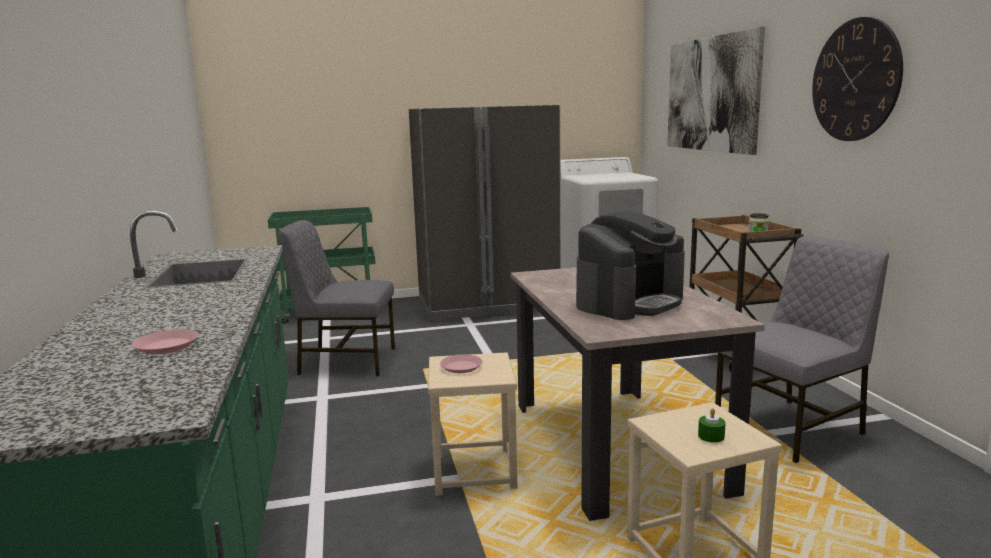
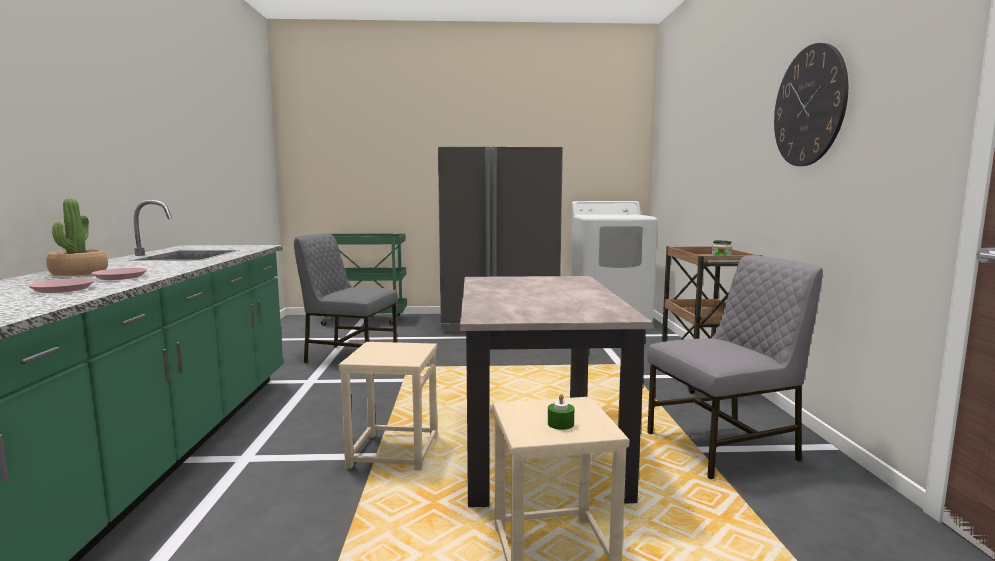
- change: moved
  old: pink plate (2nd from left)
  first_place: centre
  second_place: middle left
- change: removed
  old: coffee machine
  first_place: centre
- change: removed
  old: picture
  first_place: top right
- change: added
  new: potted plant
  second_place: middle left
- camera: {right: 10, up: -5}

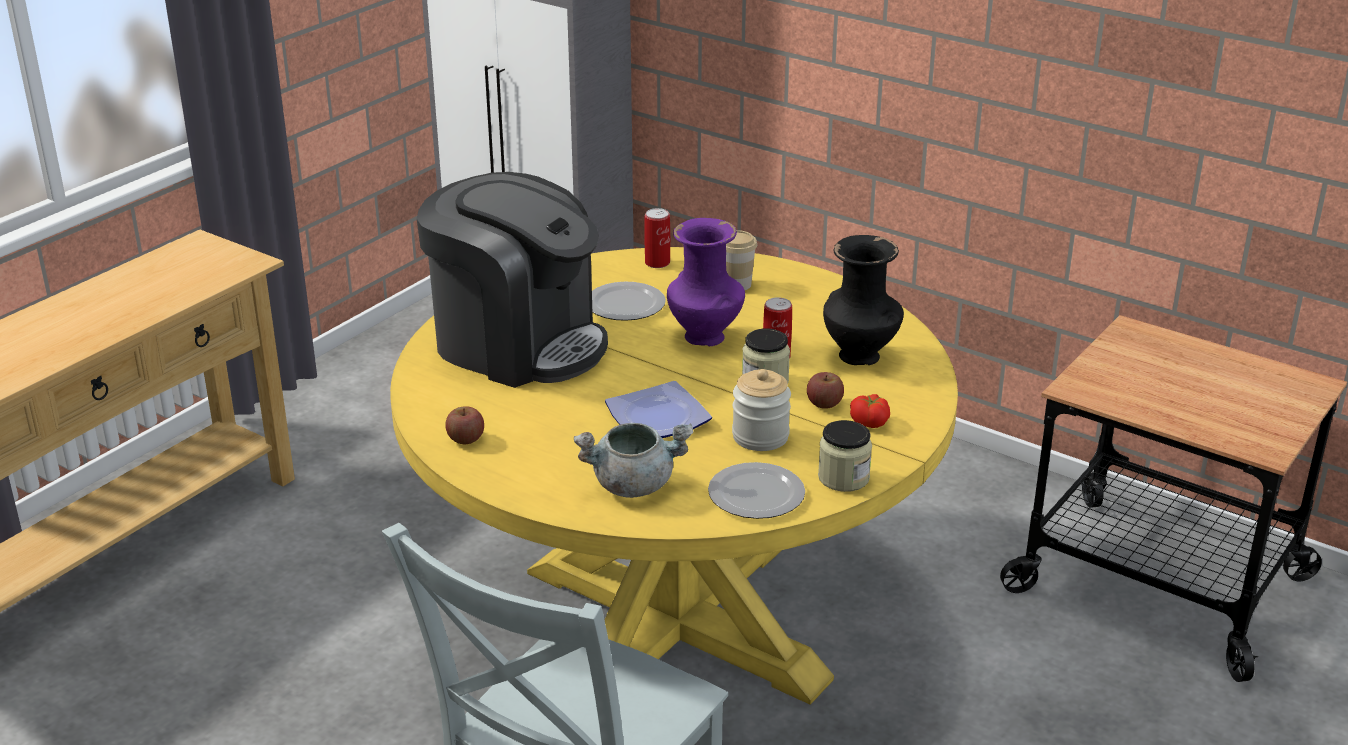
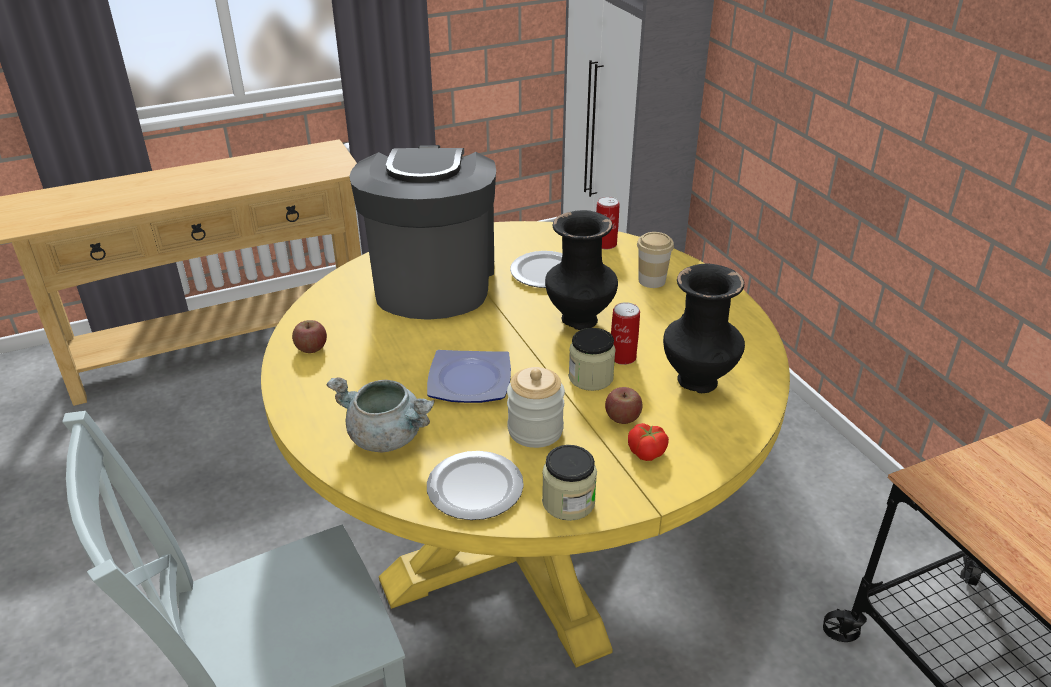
- change: turned
  old: coffee machine
  first_place: centre
  second_place: centre
  degrees: -150
- change: recoloured
  old: purple vase
  new: black vase (1st from left)
  first_place: centre
  second_place: centre
- camera: {right: 30, up: 5}

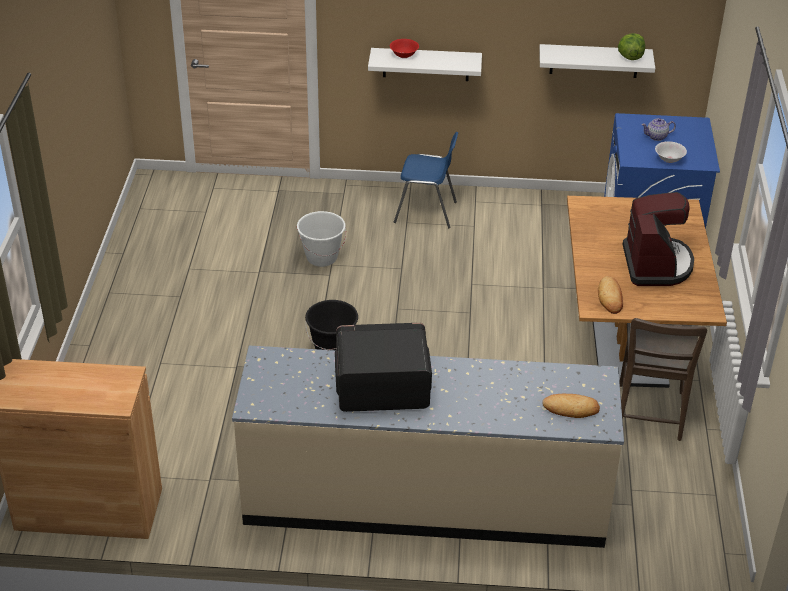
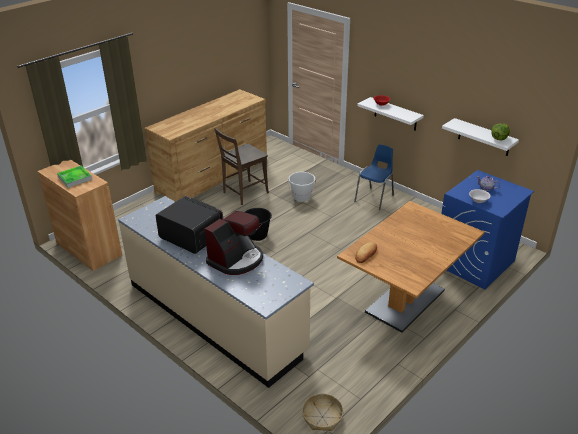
- change: turned
  old: blue chair
  first_place: top centre
  second_place: centre
  degrees: -105
- change: removed
  old: bread (1st from left)
  first_place: bottom right
- change: moved
  old: brown chair
  first_place: middle right
  second_place: centre
- change: moved
  old: coffee machine
  first_place: middle right
  second_place: centre
- change: added
  new: tray
  second_place: middle left
- change: added
  new: brown dresser
  second_place: centre
- change: added
  new: basket
  second_place: bottom centre
- camera: {right: 40, up: -5}

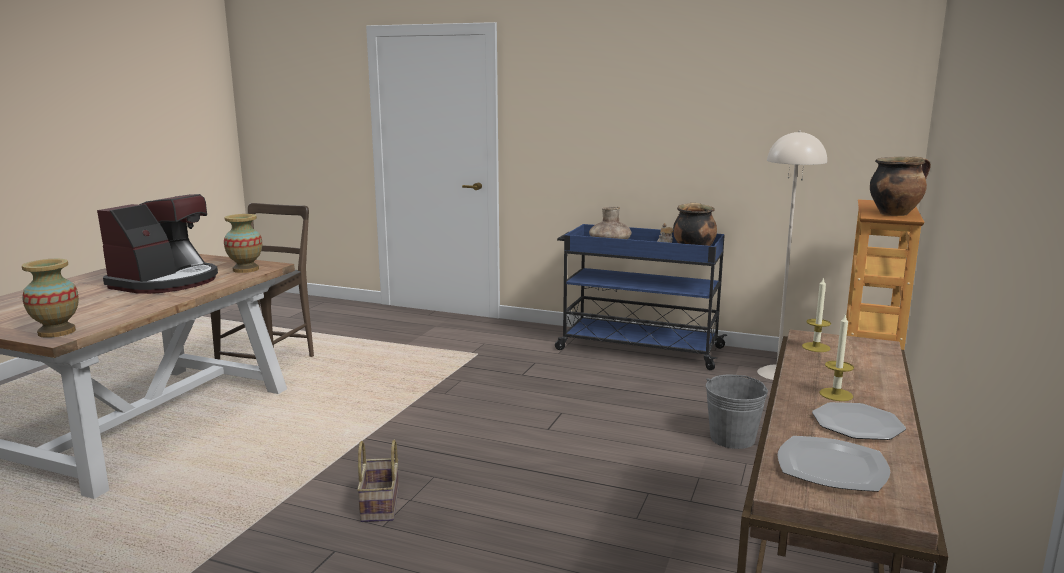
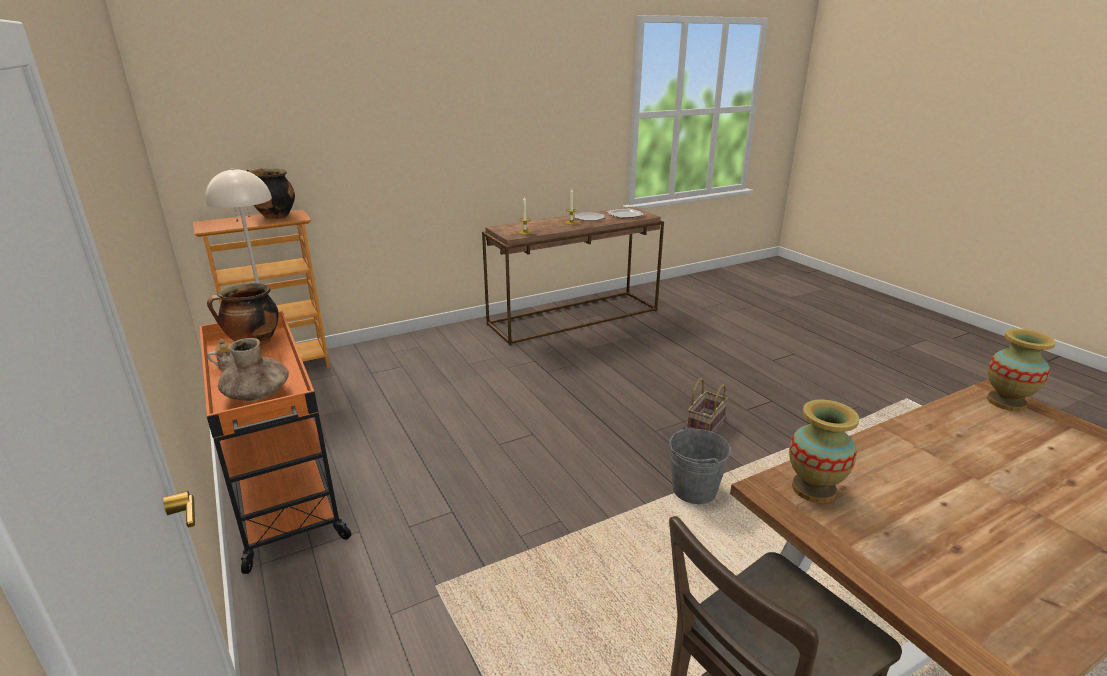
- change: removed
  old: coffee machine
  first_place: middle left
- change: recoloured
  old: blue cart
  new: orange cart
  first_place: centre
  second_place: middle left
- change: moved
  old: grey bucket
  first_place: bottom right
  second_place: bottom centre
- camera: {right: -140, up: 10}

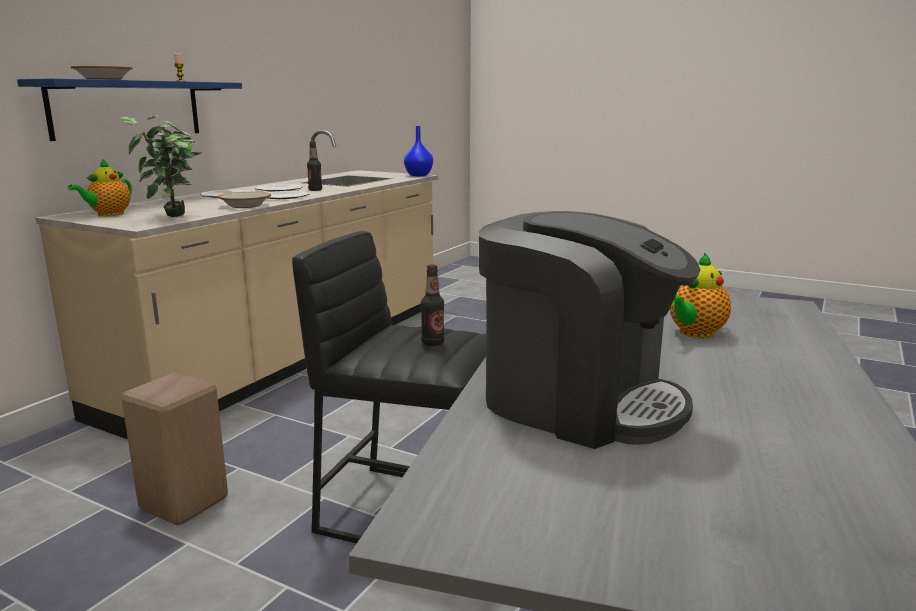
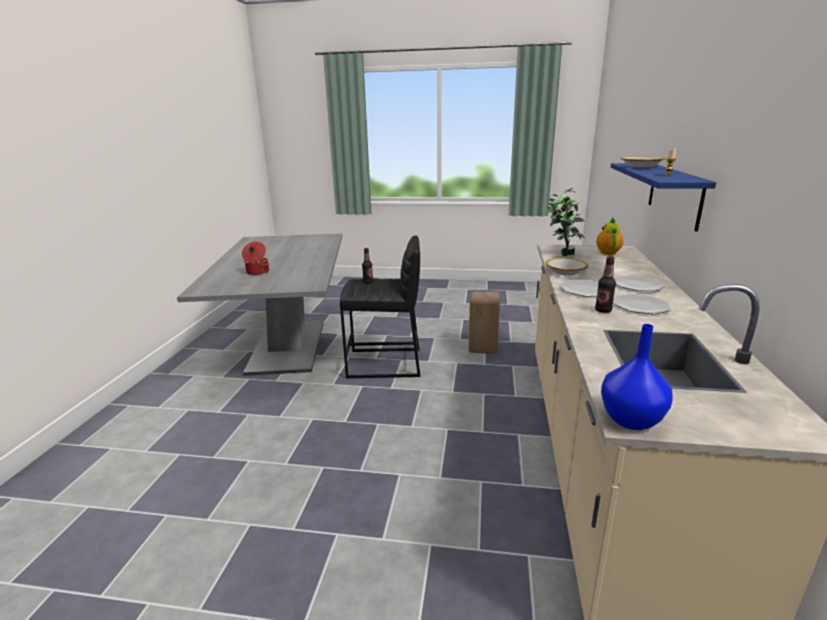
- change: removed
  old: coffee machine
  first_place: centre
- change: replaced
  old: teapot (2nd from left)
  new: cooking pot
  first_place: middle right
  second_place: middle left
- camera: {right: 160, up: 5}

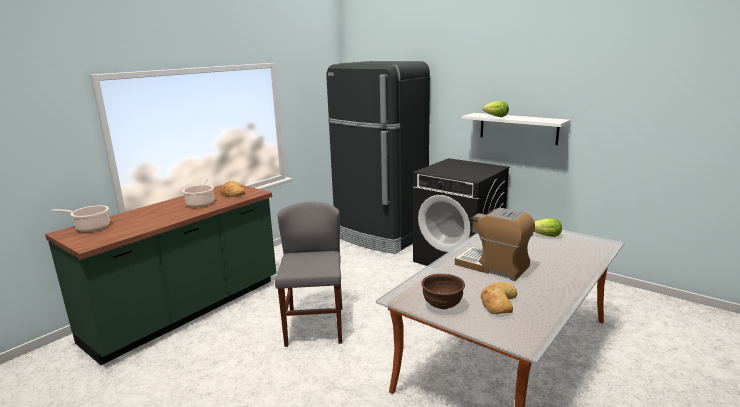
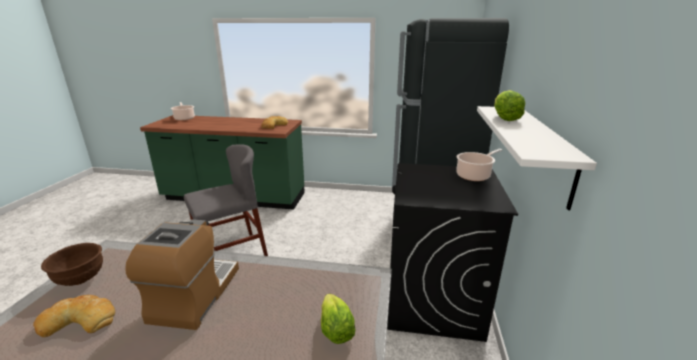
- change: moved
  old: cooking pot (2nd from left)
  first_place: middle left
  second_place: middle right
- camera: {right: 60, up: 5}

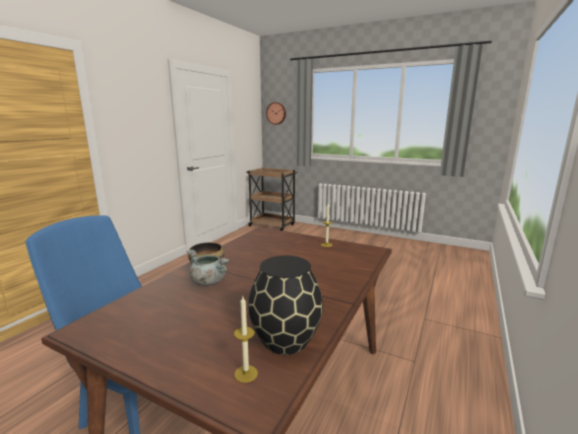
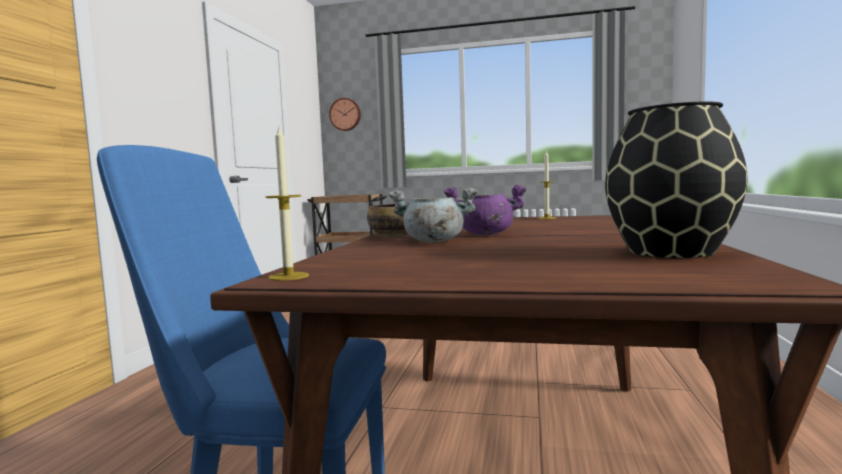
- change: moved
  old: candle (1st from left)
  first_place: bottom centre
  second_place: centre
- change: added
  new: purple cooking pot
  second_place: centre
- camera: {right: -15, up: -10}

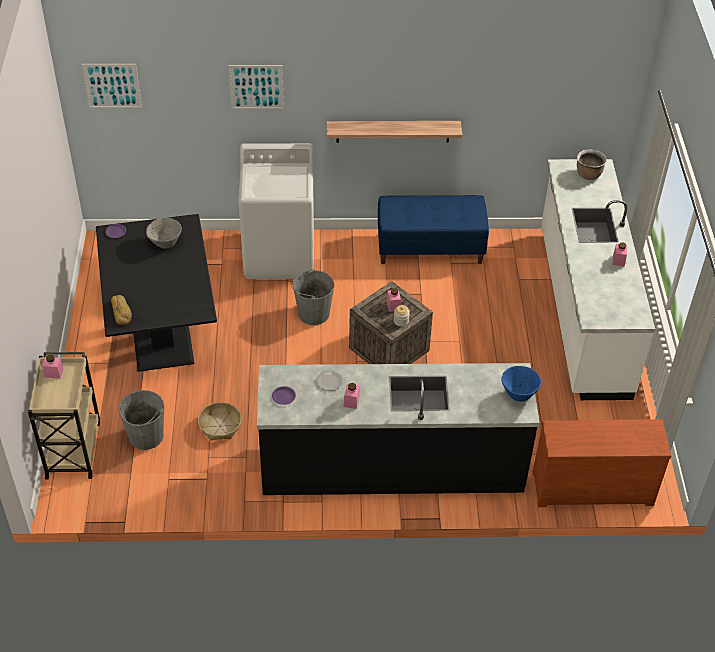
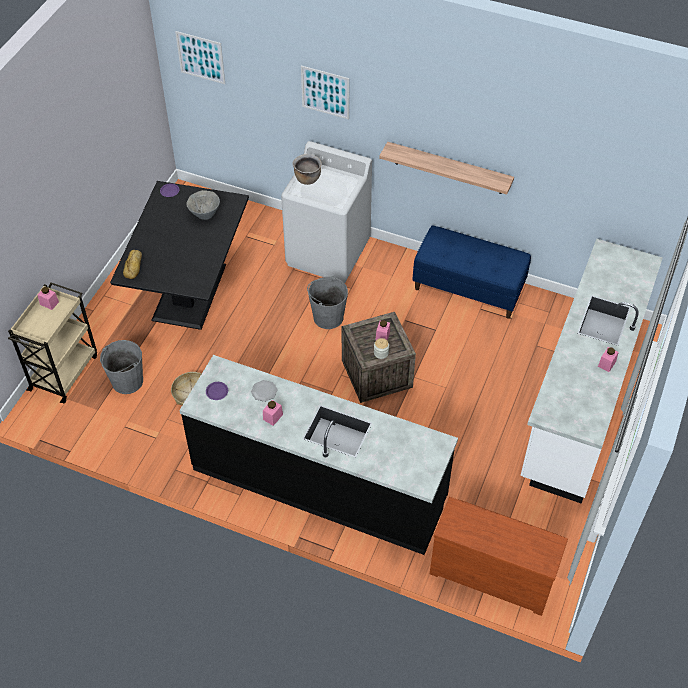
- change: removed
  old: blue bowl
  first_place: middle right
- change: moved
  old: brown cooking pot
  first_place: top right
  second_place: top centre
- camera: {right: 25, up: 5}

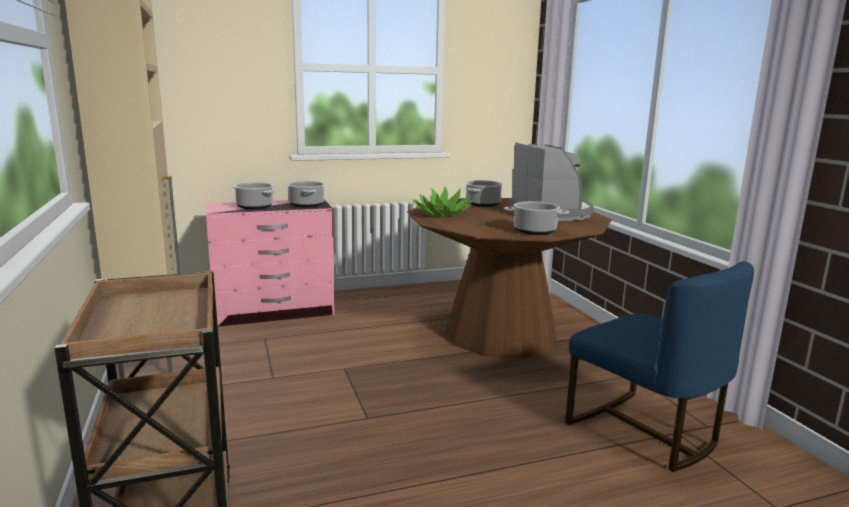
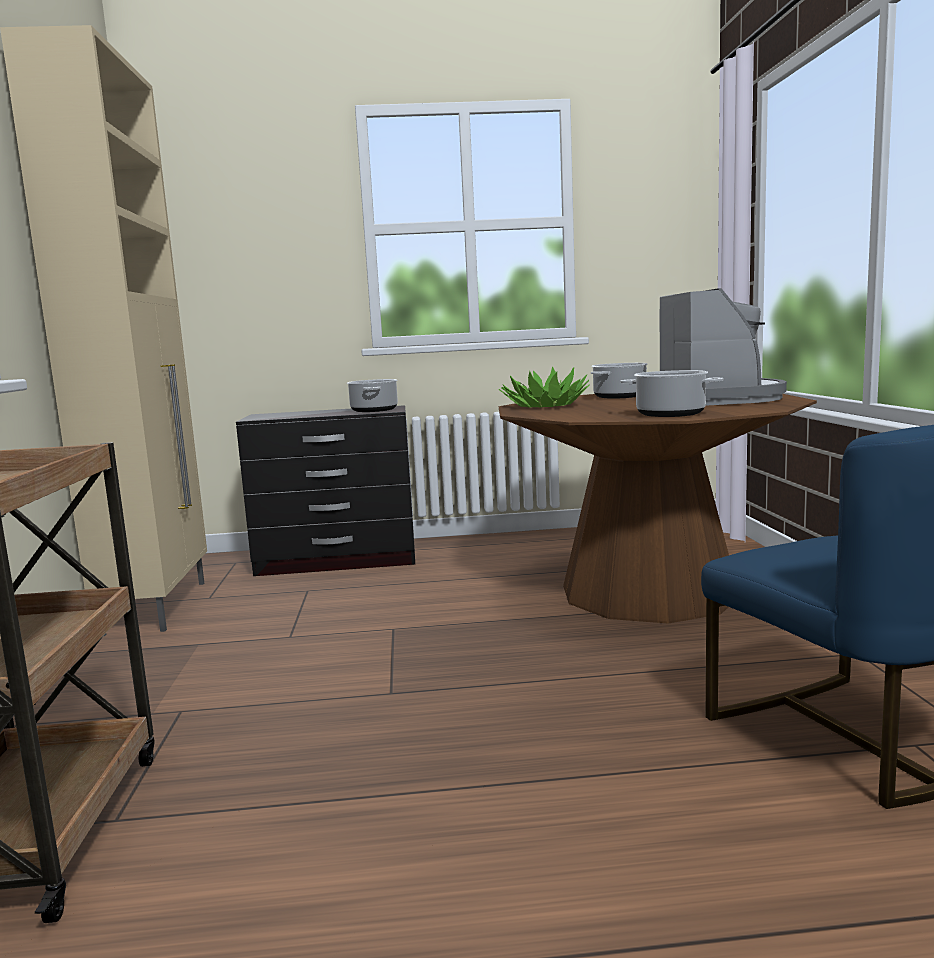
- change: recoloured
  old: pink dresser
  new: black dresser
  first_place: middle left
  second_place: centre
- change: removed
  old: cooking pot (1st from left)
  first_place: middle left
- camera: {right: 15, up: -5}

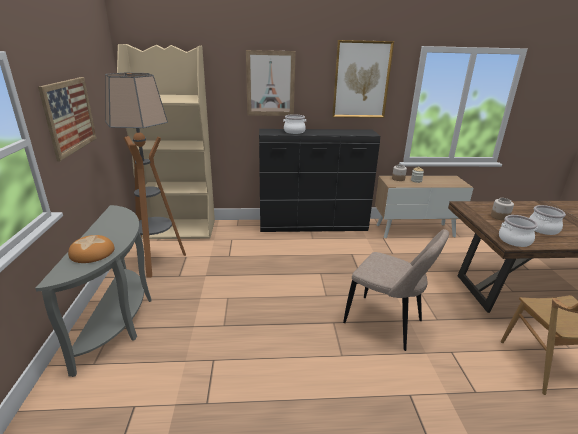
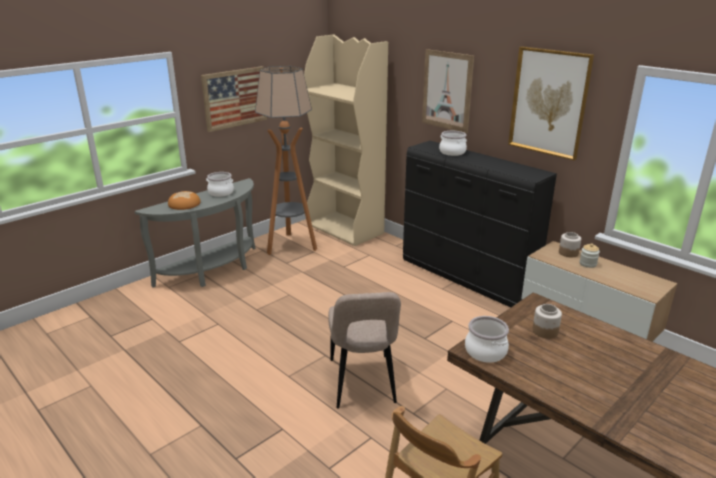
- change: moved
  old: cooking pot (3rd from left in the first image)
  new: cooking pot (1st from left)
  first_place: middle right
  second_place: middle left
- camera: {right: 50, up: 0}

